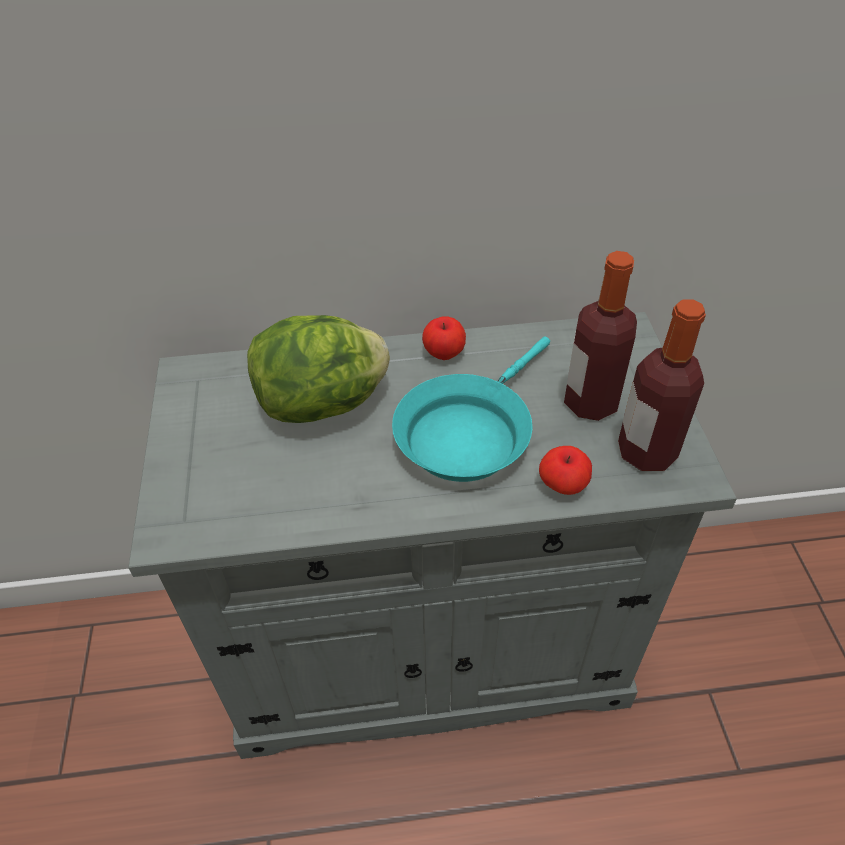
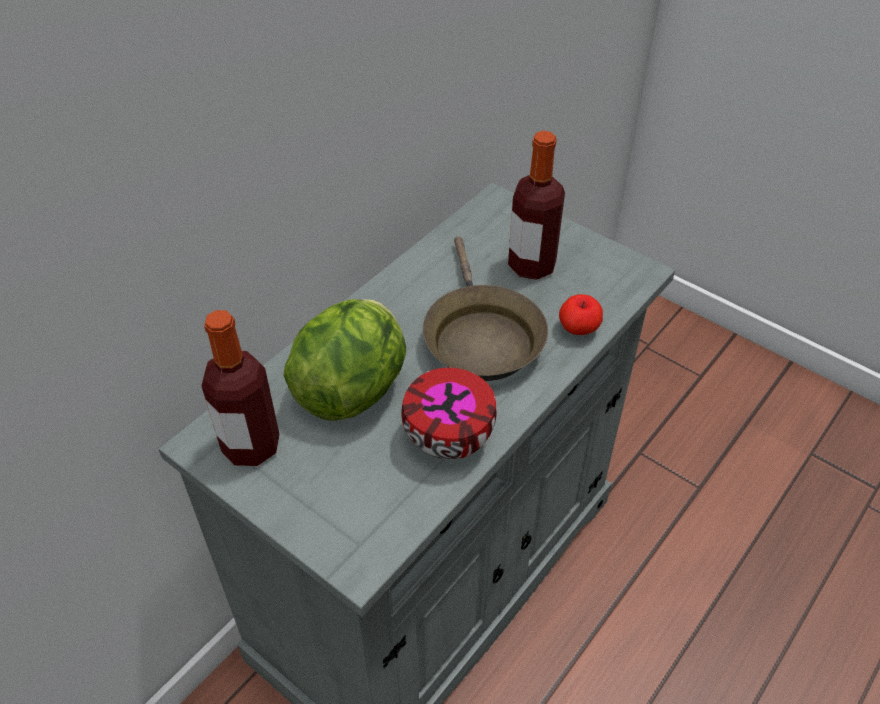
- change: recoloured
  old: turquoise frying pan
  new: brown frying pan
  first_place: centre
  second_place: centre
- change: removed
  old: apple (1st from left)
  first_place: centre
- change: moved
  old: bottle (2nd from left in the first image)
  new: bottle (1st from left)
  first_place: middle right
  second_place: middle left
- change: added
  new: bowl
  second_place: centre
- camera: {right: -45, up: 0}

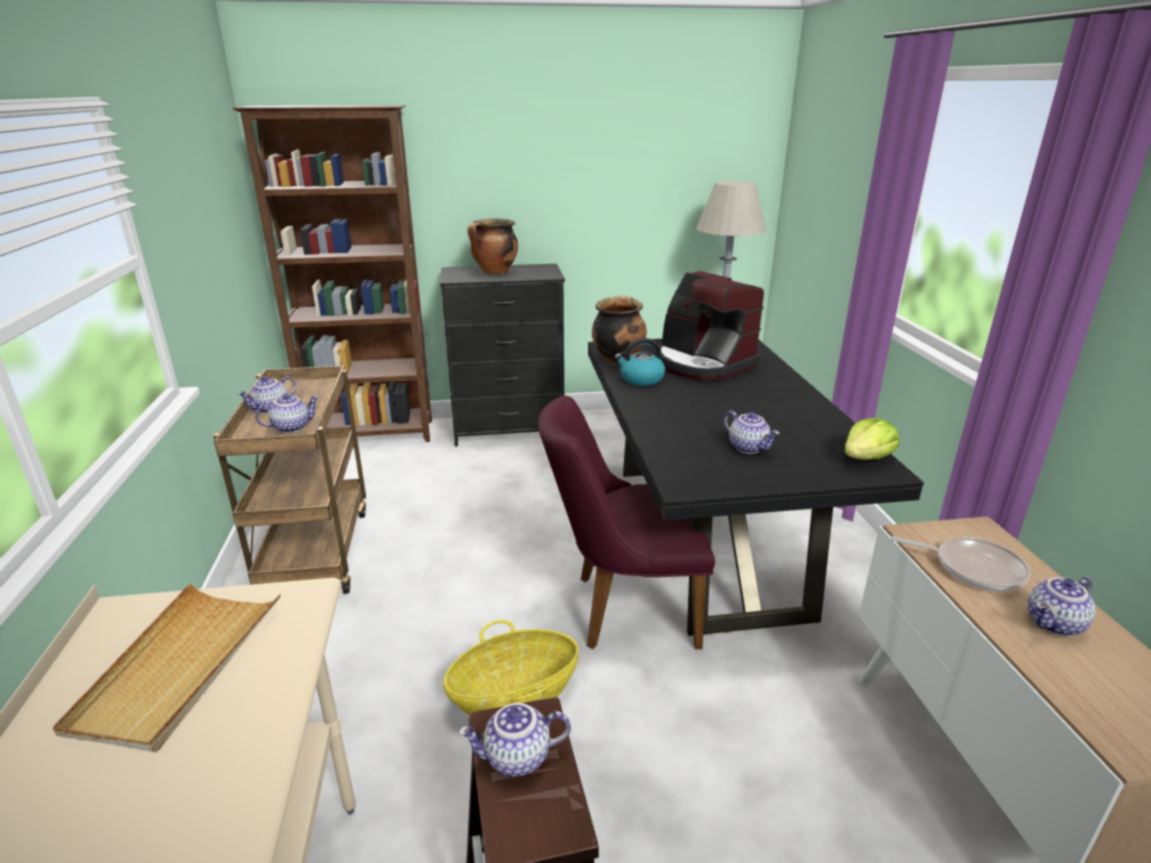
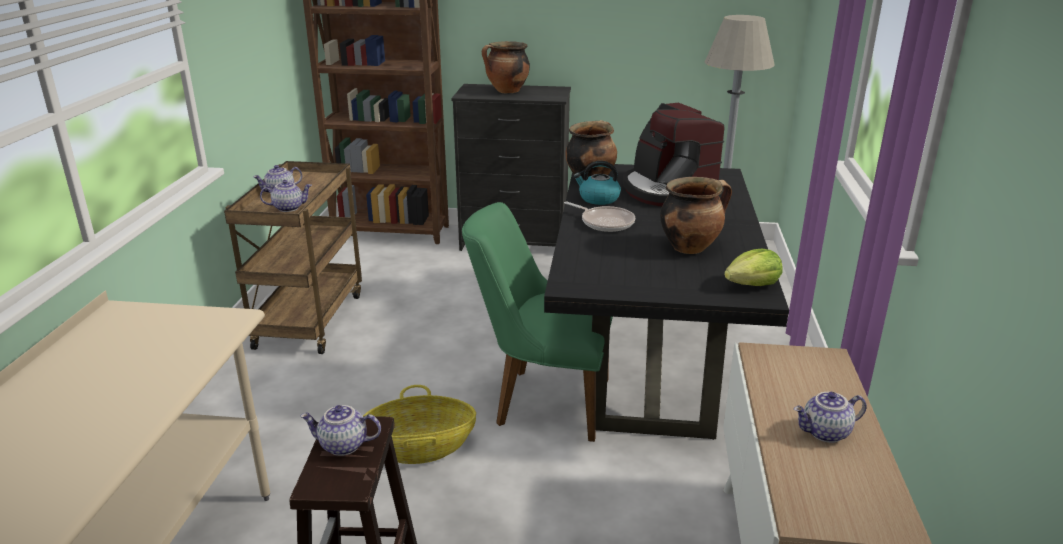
- change: removed
  old: beige tray
  first_place: bottom left
- change: recoloured
  old: purple chair
  new: green chair
  first_place: centre
  second_place: centre
- change: removed
  old: teapot (4th from left)
  first_place: centre
- change: moved
  old: frying pan
  first_place: middle right
  second_place: centre
- change: added
  new: cooking pot (3rd from left)
  second_place: centre
- camera: {right: 15, up: 0}

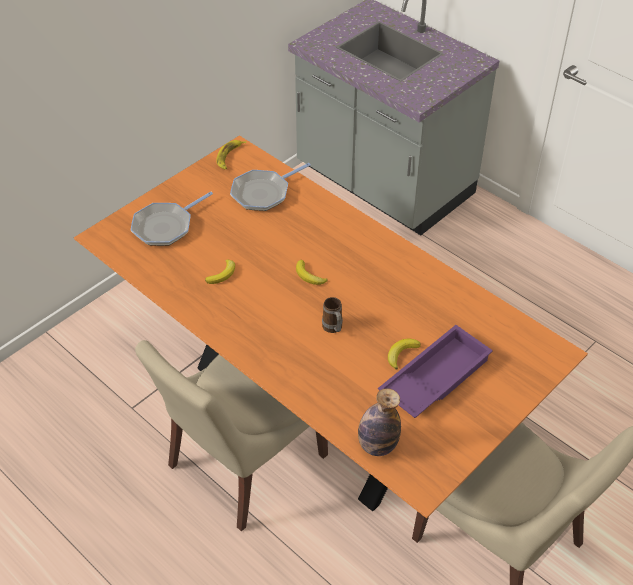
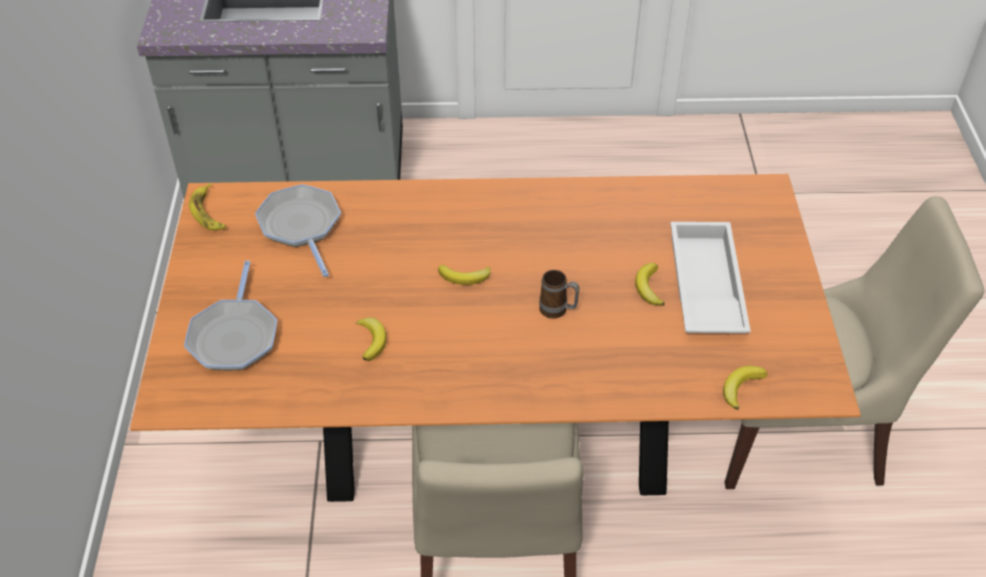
- change: turned
  old: frying pan (2nd from left)
  first_place: top centre
  second_place: middle left
  degrees: 150
- change: replaced
  old: bottle
  new: banana (5th from left)
  first_place: bottom centre
  second_place: bottom right
- change: recoloured
  old: purple tray
  new: white tray
  first_place: middle right
  second_place: middle right
- camera: {right: -45, up: 0}

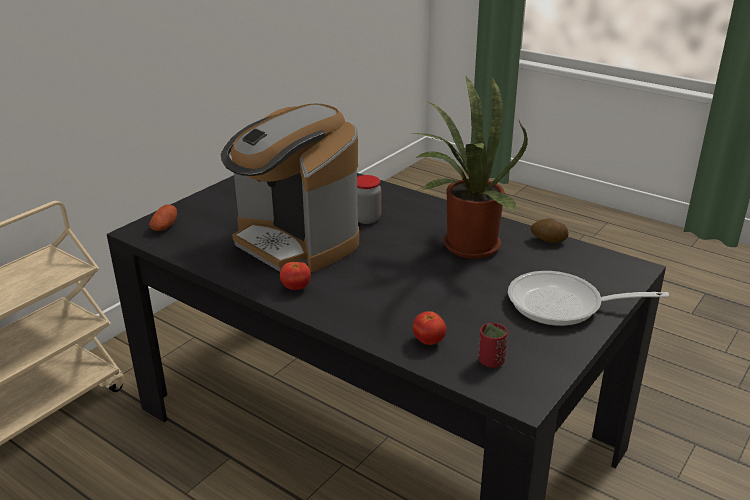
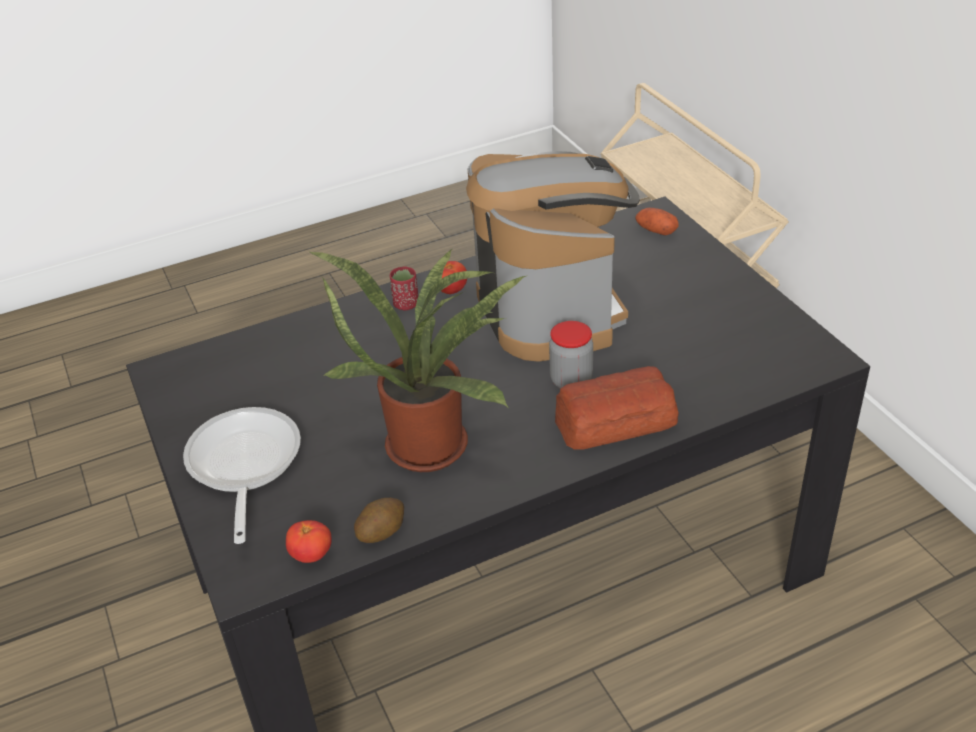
- change: turned
  old: coffee machine
  first_place: centre
  second_place: centre
  degrees: 90
- change: moved
  old: tomato (2nd from left in the first image)
  new: tomato (1st from left)
  first_place: centre
  second_place: bottom left
- change: moved
  old: red cup
  first_place: bottom centre
  second_place: centre
- change: turned
  old: frying pan
  first_place: middle right
  second_place: middle left
  degrees: -45
- change: added
  new: bread
  second_place: centre
- camera: {right: 120, up: 10}

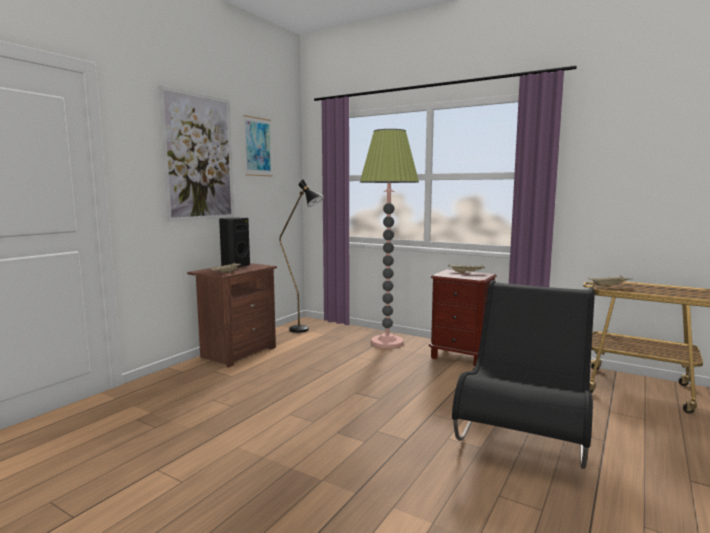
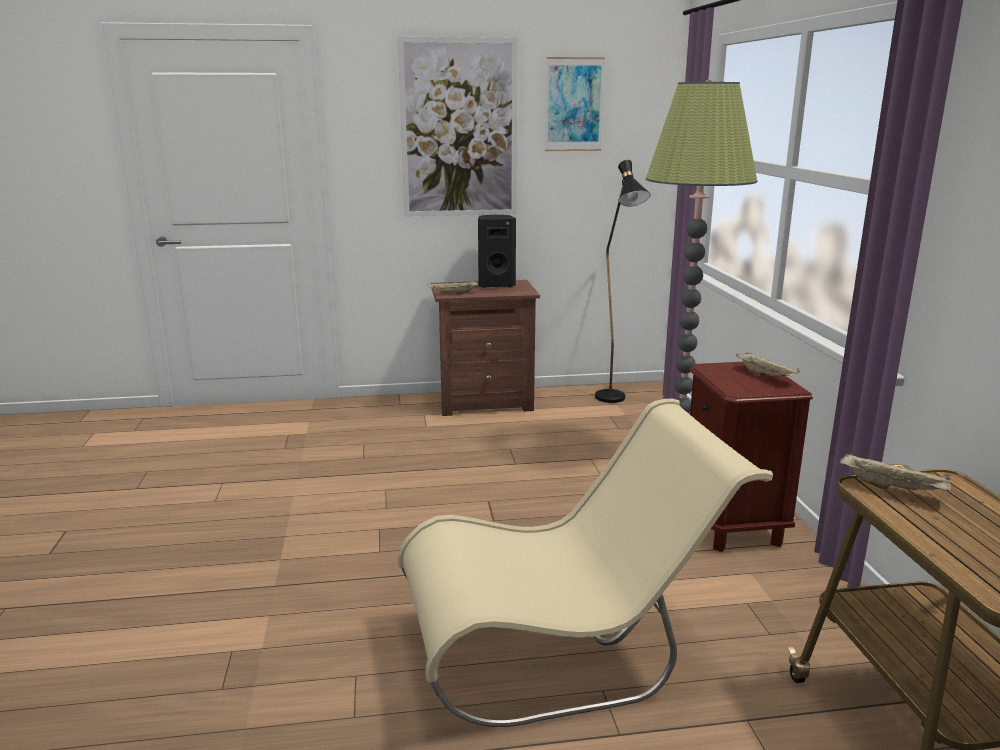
- change: recoloured
  old: black chair
  new: beige chair
  first_place: bottom right
  second_place: bottom centre
- camera: {right: 50, up: 10}

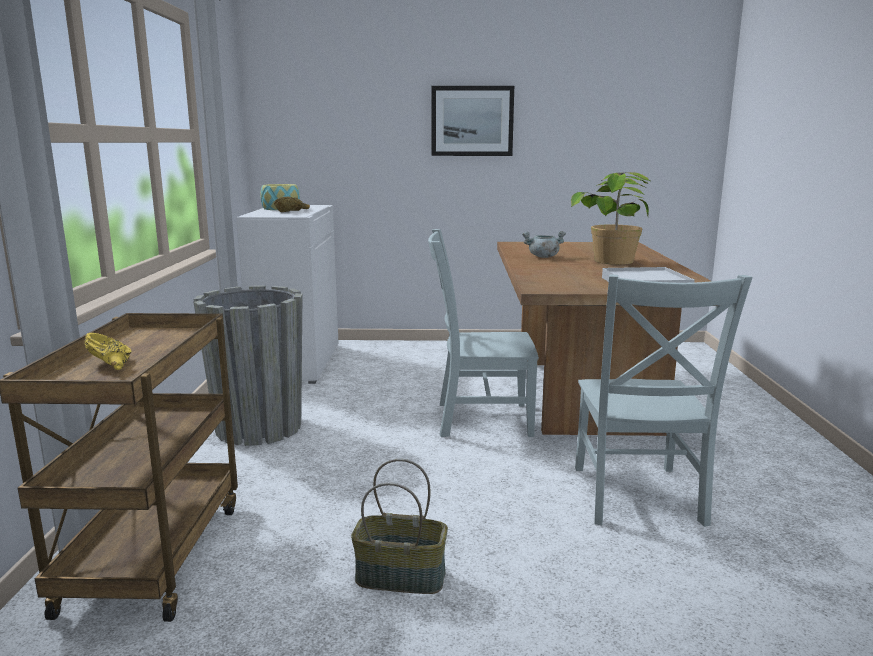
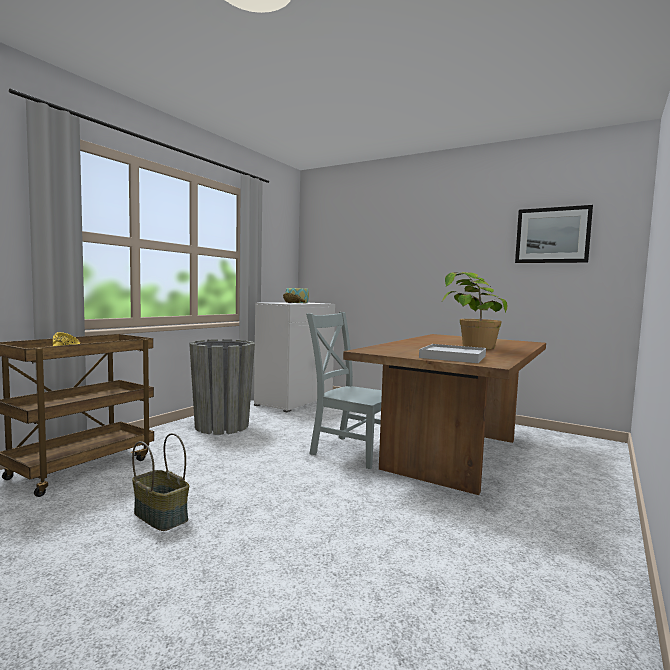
- change: moved
  old: picture
  first_place: top centre
  second_place: middle right
- change: removed
  old: grey cooking pot
  first_place: centre
- change: removed
  old: grey chair (2nd from left)
  first_place: middle right
- camera: {right: 30, up: -10}

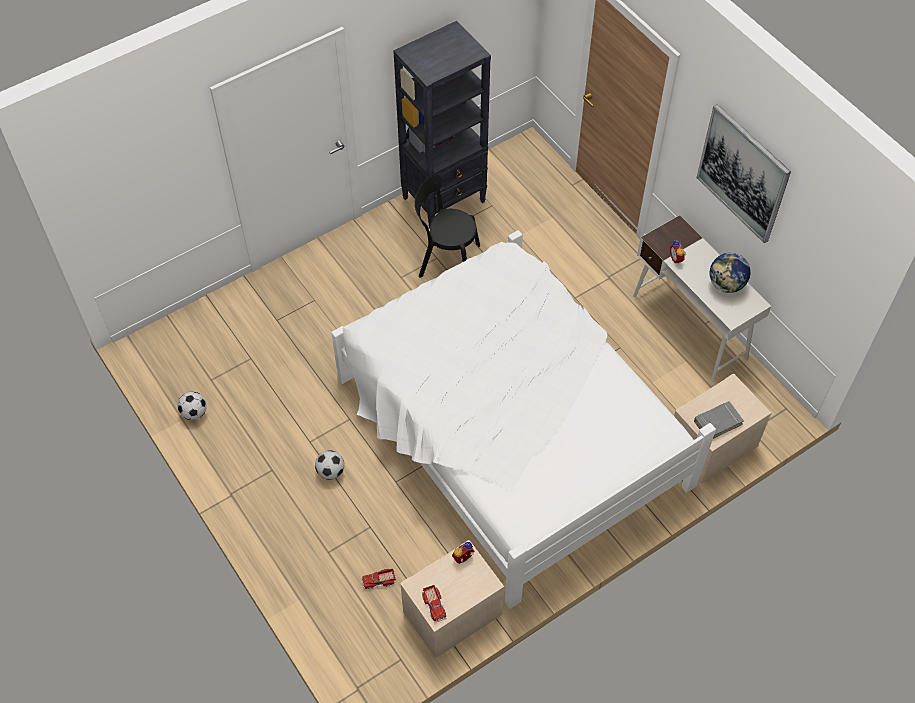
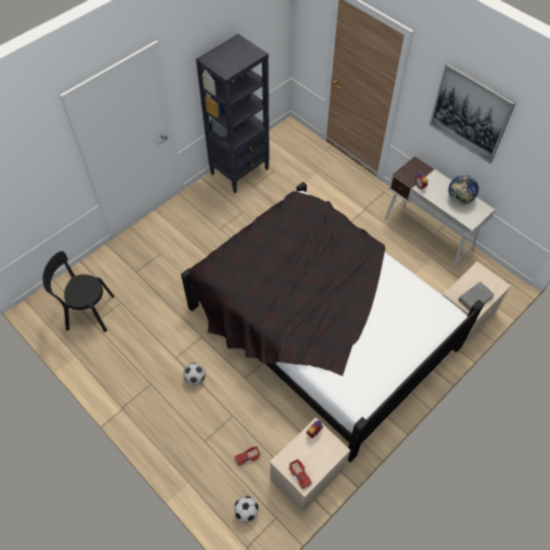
- change: moved
  old: football (1st from left in the first image)
  new: football (2nd from left)
  first_place: middle left
  second_place: bottom centre
- change: recoloured
  old: white bed
  new: black bed
  first_place: centre
  second_place: centre
- change: moved
  old: black chair
  first_place: top centre
  second_place: middle left
- camera: {right: -10, up: 0}

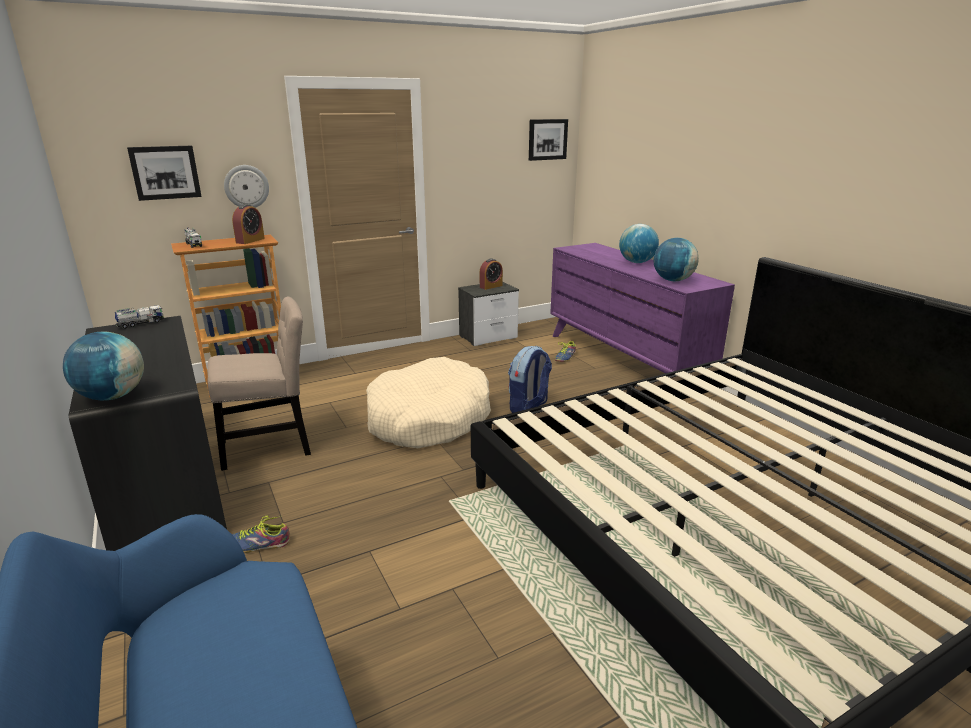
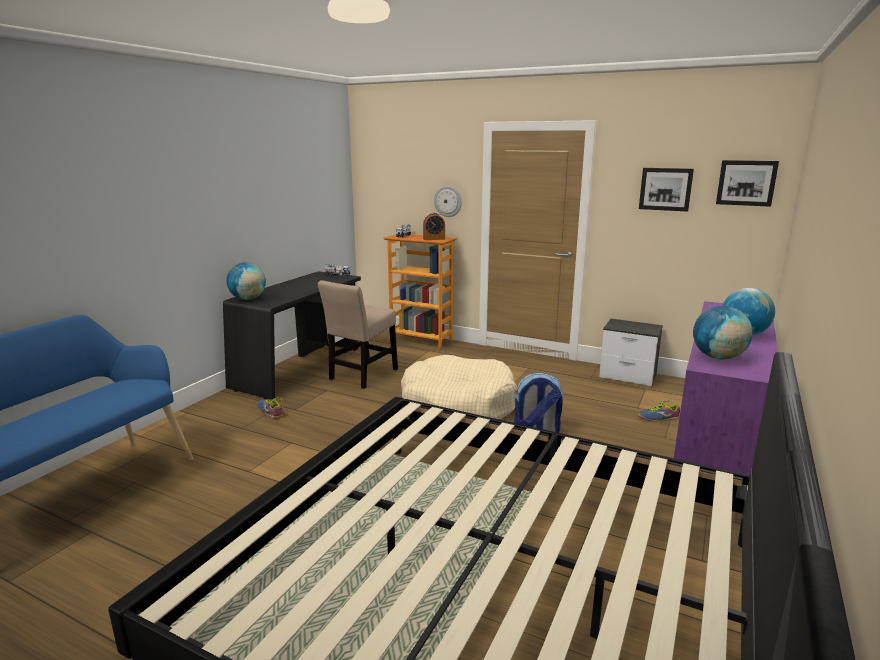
- change: moved
  old: picture (1st from left)
  first_place: top left
  second_place: top right
- change: turned
  old: beige chair
  first_place: middle left
  second_place: centre
  degrees: 90
- change: removed
  old: alarm clock (2nd from left)
  first_place: centre
- camera: {right: 55, up: -5}

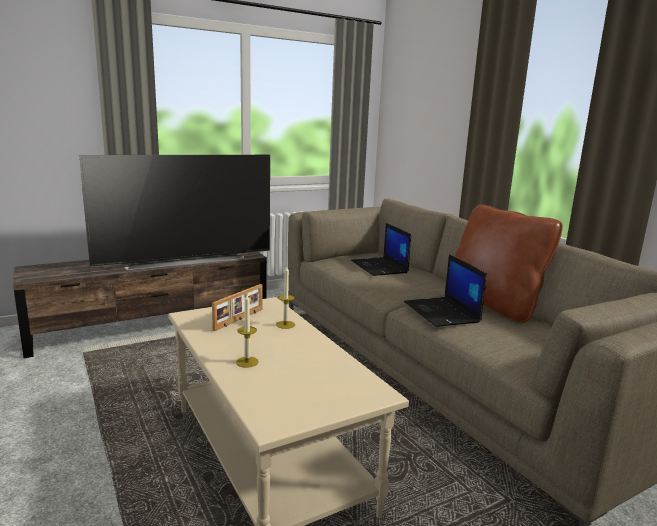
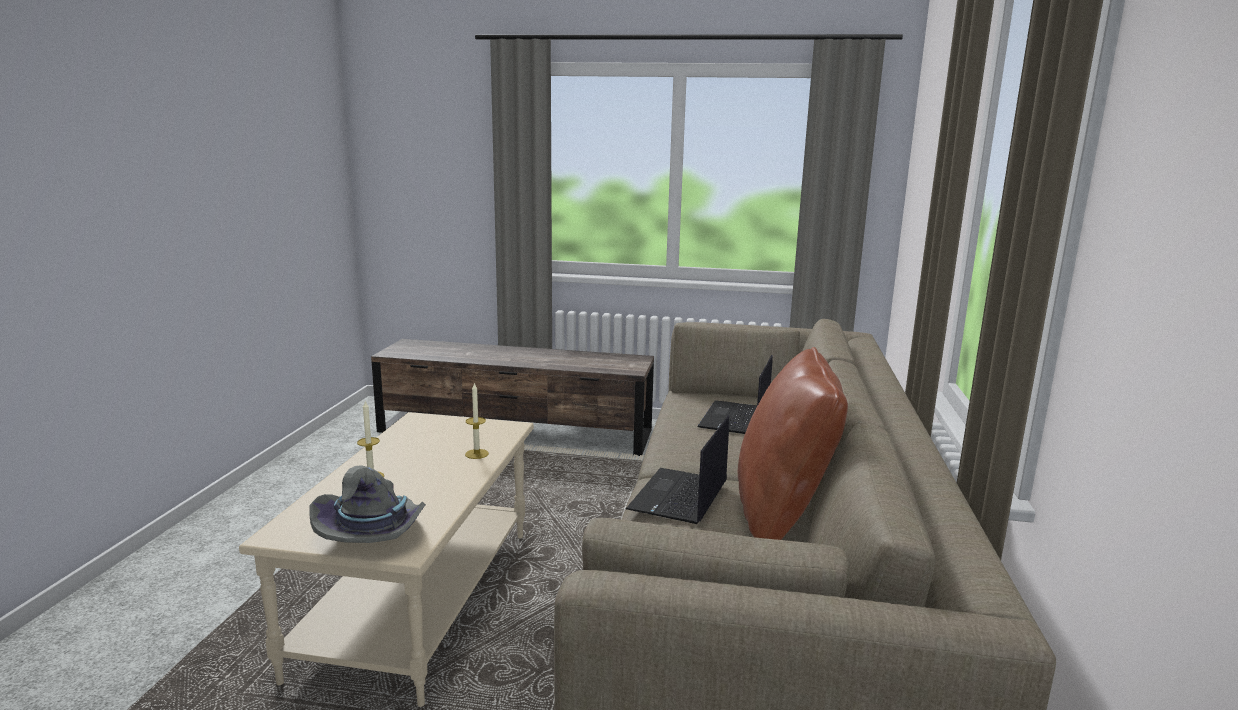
- change: removed
  old: television
  first_place: middle left
- change: removed
  old: picture frame
  first_place: centre
- change: added
  new: grey hat
  second_place: bottom left
- camera: {right: 40, up: 0}

